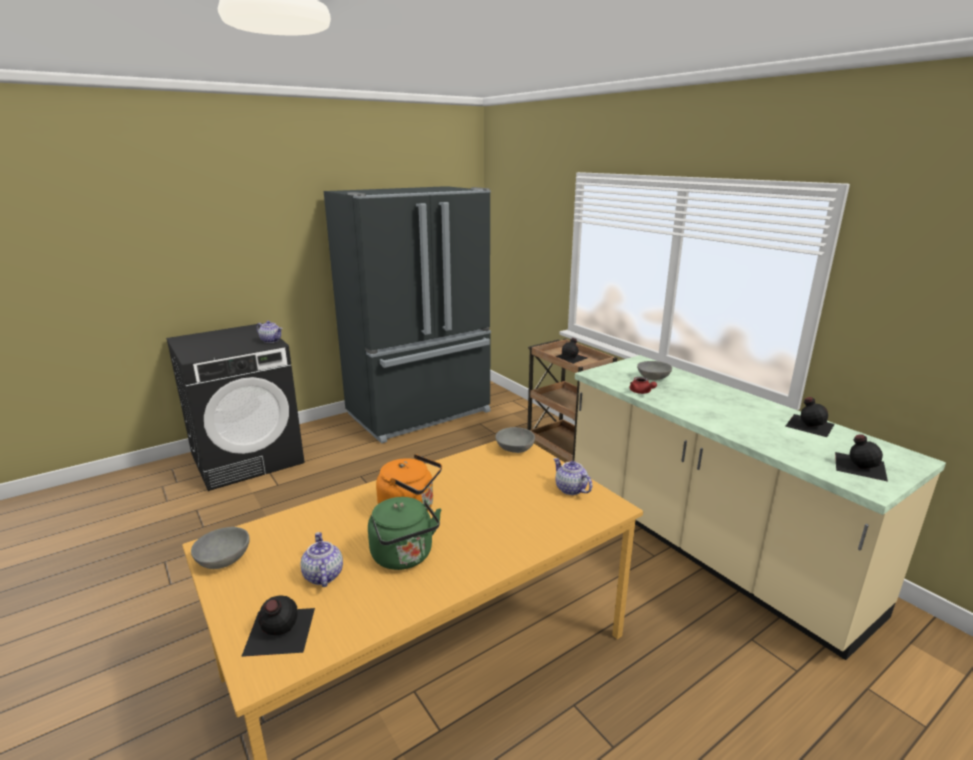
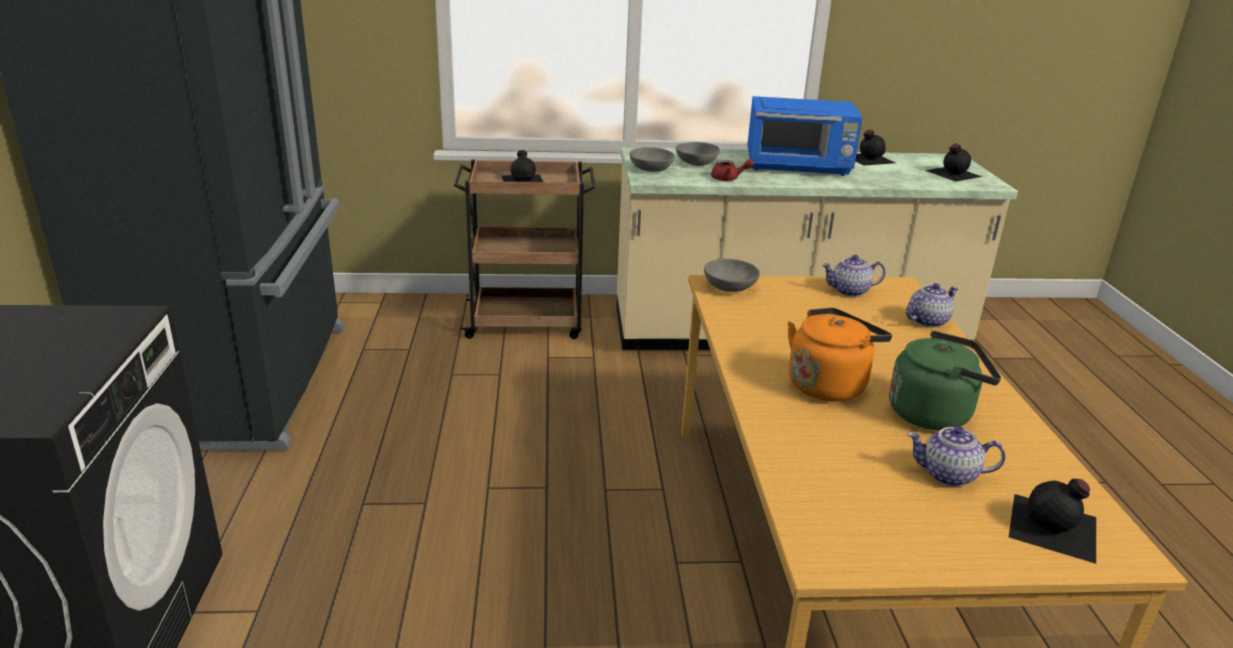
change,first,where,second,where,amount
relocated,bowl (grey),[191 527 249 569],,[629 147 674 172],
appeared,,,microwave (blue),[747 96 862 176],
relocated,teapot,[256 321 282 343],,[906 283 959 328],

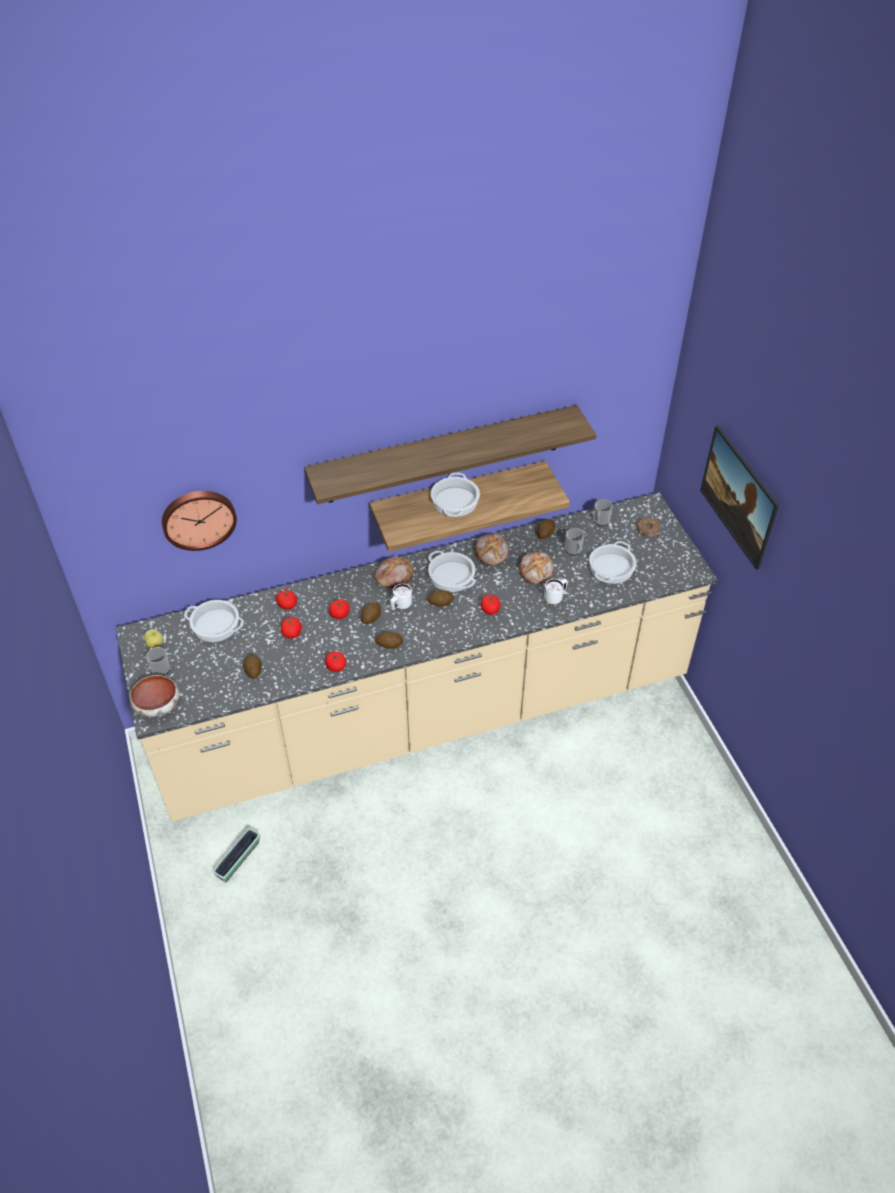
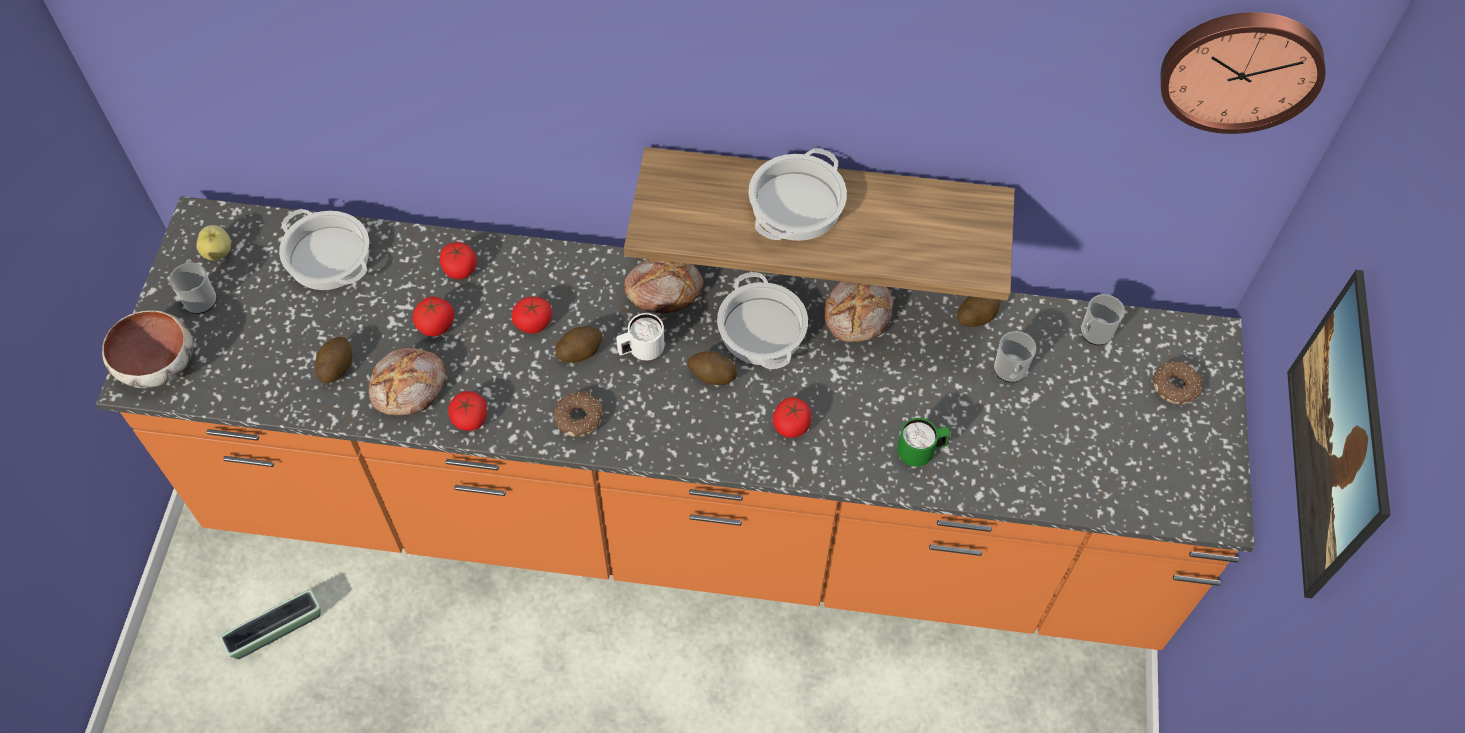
change,first,where,second,where,amount
colour,counter (beige),[116 492 717 822],counter (orange),[96 196 1254 650],
relocated,bread,[519 551 554 584],,[368 348 447 416],
exchanged,potato,[375 631 403 649],donut,[554 391 604 438],
colour,mug (white),[544 579 567 605],mug (green),[897 418 951 467],
relocated,wall clock,[162 491 237 551],,[1161 12 1325 134],
missing,shelf,[304 405 596 504],,,
missing,cooking pot,[589 541 637 584],,,

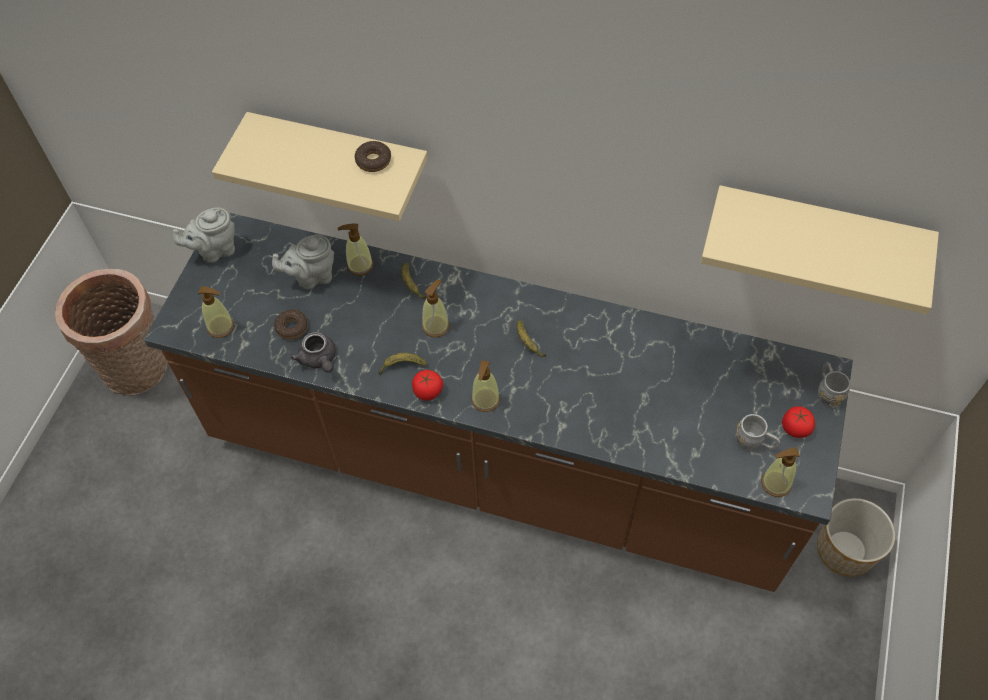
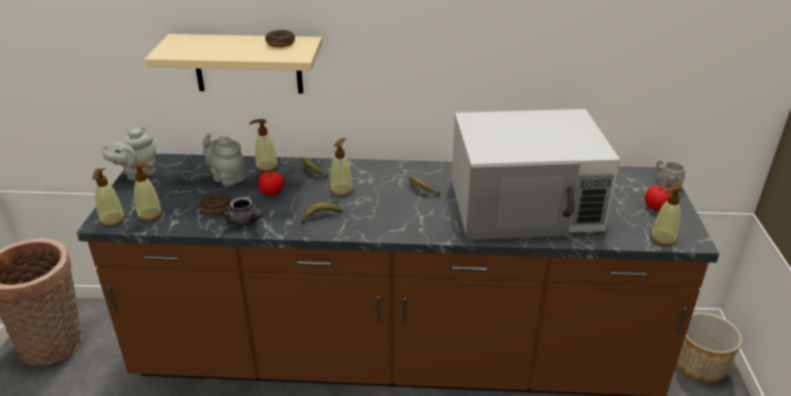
change,first,where,second,where,amount
relocated,soap dispenser,[471 360 500 412],,[92 168 126 227],
spun,teapot (grey),[272 235 334 289],,[202 133 245 186],75 degrees clockwise
relocated,tomato,[412 370 443 401],,[258 171 284 195],
appeared,,,microwave (white),[451 109 620 240],
missing,shelf (beige),[701 185 939 314],,,
missing,mug (grey),[736 414 780 450],,,

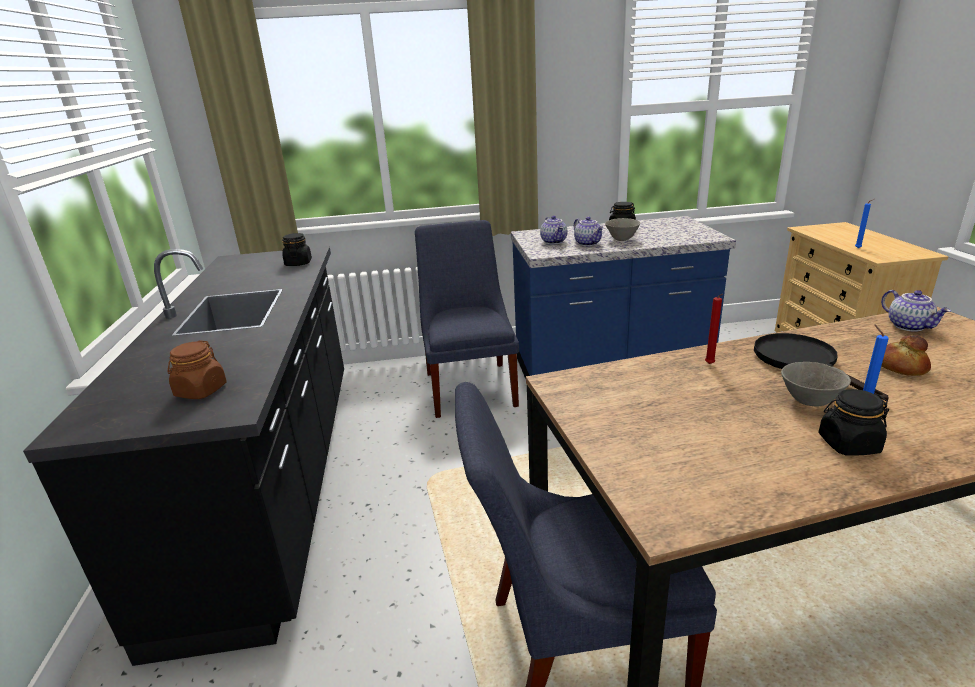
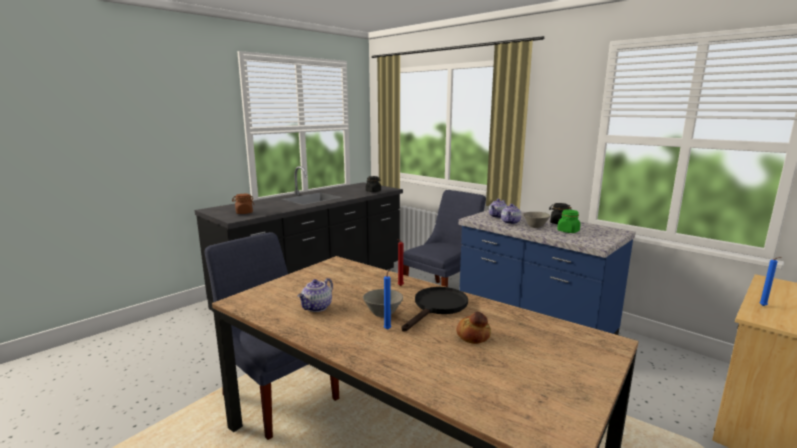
change,first,where,second,where,amount
relocated,teapot,[881 290 951 332],,[298 278 333 312],
appeared,,,jar (green),[557 210 580 233],
missing,jar (black),[818 389 889 456],,,

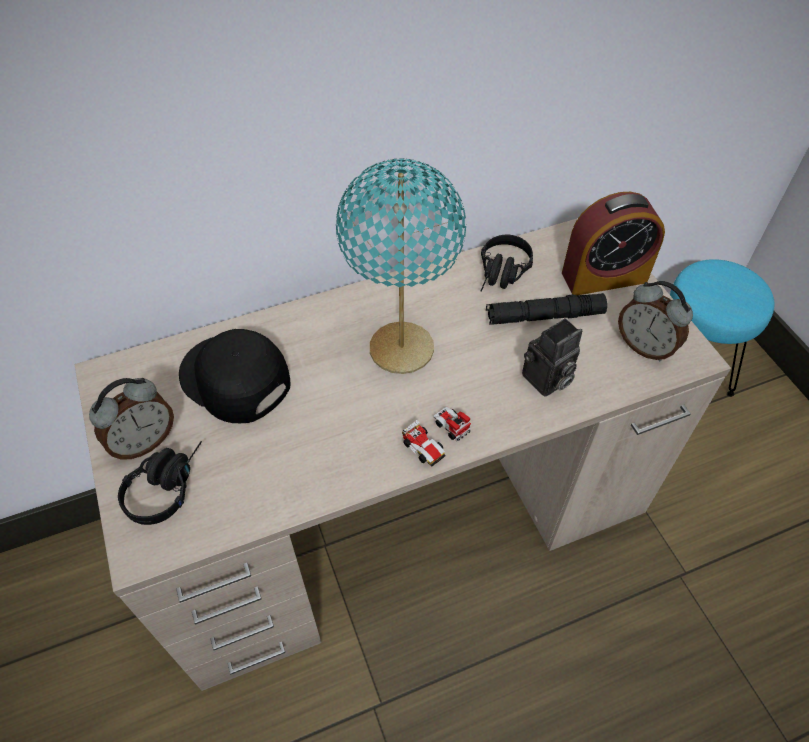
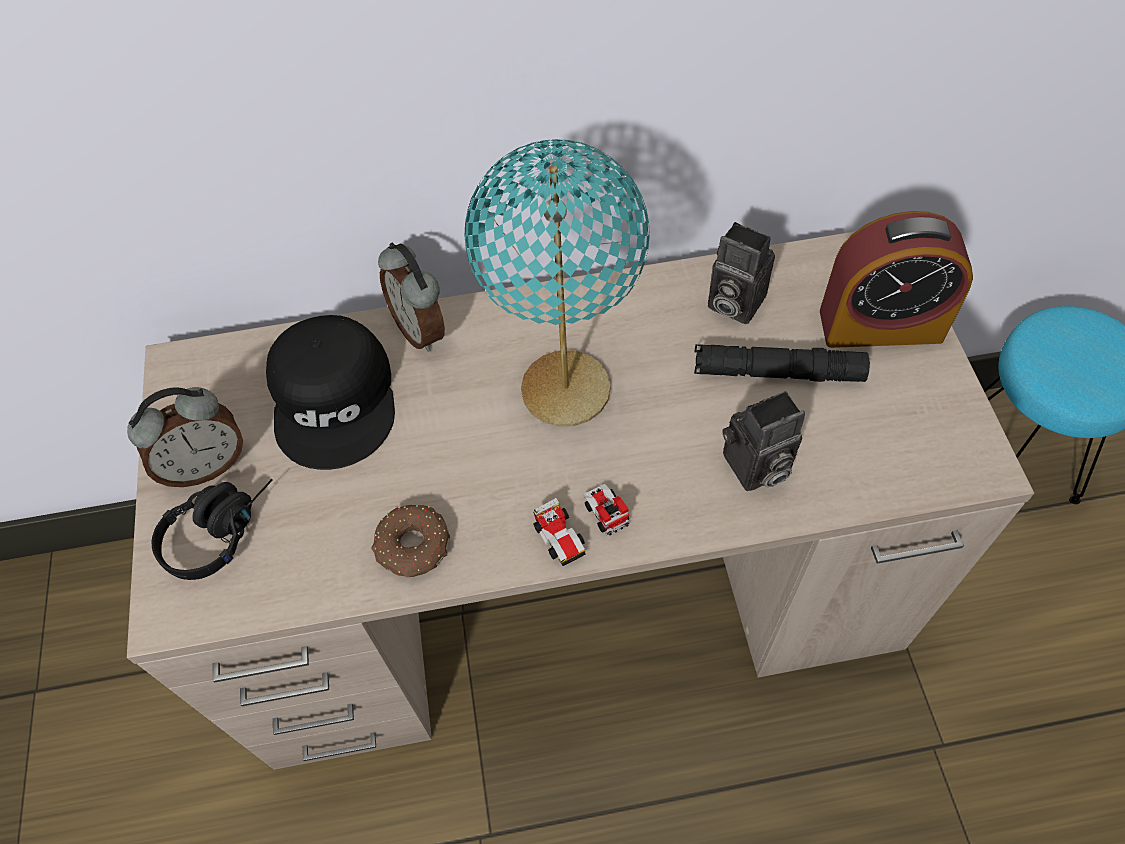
change,first,where,second,where,amount
spun,cap (black),[179 329 291 423],,[266 315 395 470],150 degrees counterclockwise
appeared,,,donut,[371 505 450 578],
relocated,alarm clock,[618 281 693 361],,[378 243 445 352],
exchanged,headphones (black),[481 234 533 292],photo camera,[708 222 775 324],

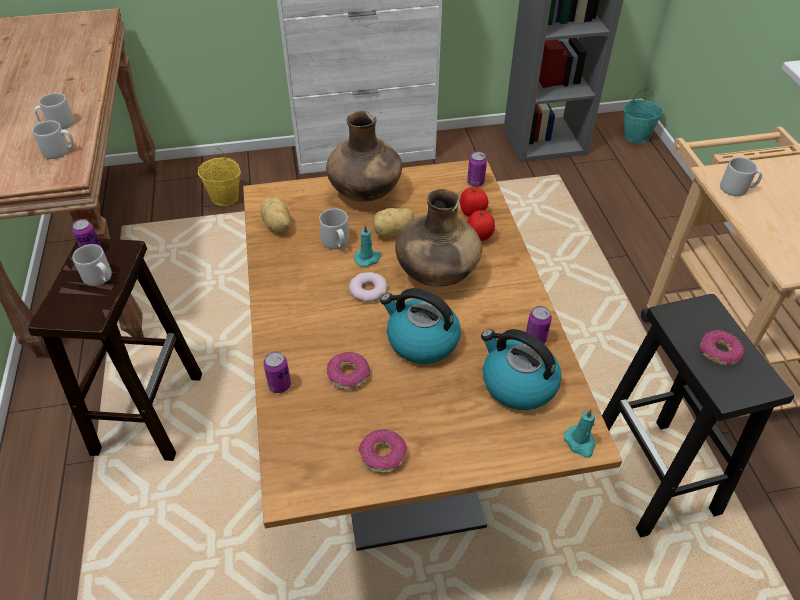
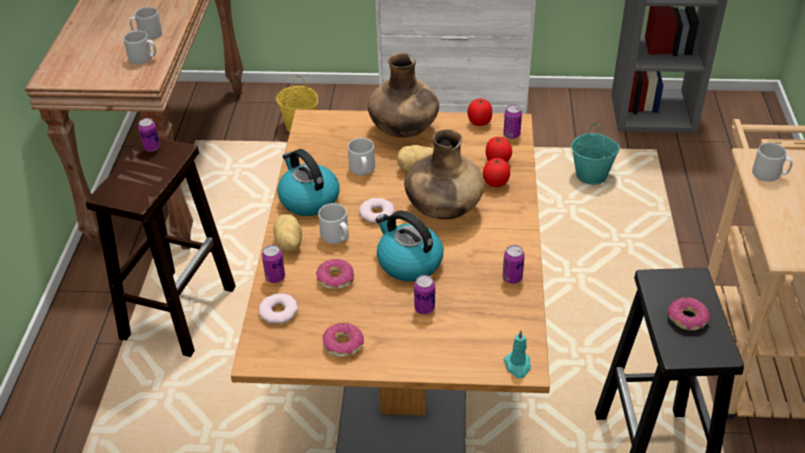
change,first,where,second,where,amount
appeared,,,donut,[259 294 298 324],
relocated,potato,[260 197 291 233],,[273 214 302 252],
relocated,kettle,[481 329 562 410],,[277 149 340 216],
relocated,mug (grey),[72 244 112 286],,[318 203 349 244],
appeared,,,can,[414 275 435 315],
appeared,,,tomato,[467 98 492 126],
relocated,bucket (turquoise),[624 89 664 143],,[571 124 620 185],
missing,candle (turquoise),[354 224 381 267],,,

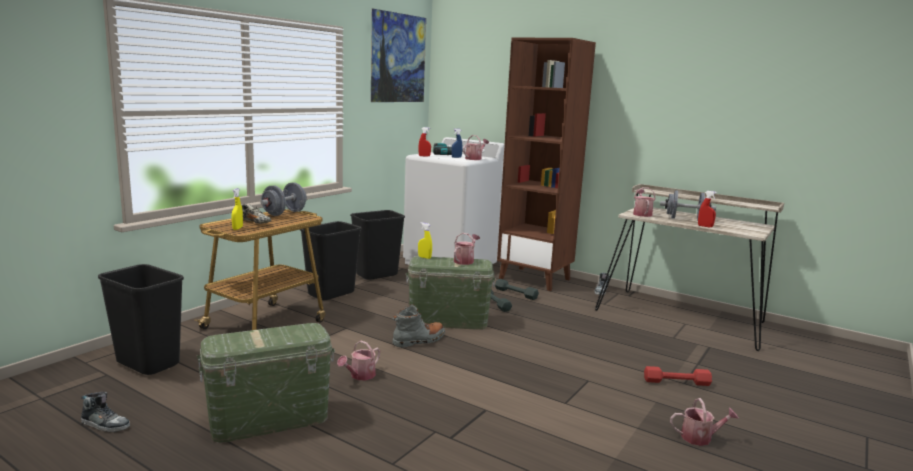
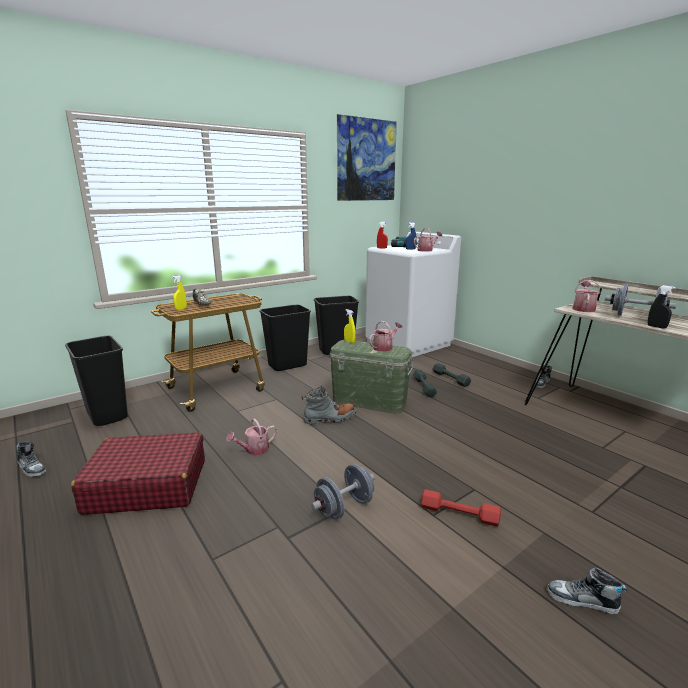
change,first,where,second,where,amount
exchanged,storage box (green),[197 323 335 443],suitcase (red),[71 432 205 515],
relocated,dumbbell (grey),[260 182 307 216],,[311 464 375 520],
relocated,dumbbell (red),[644 366 712 386],,[421 489 501 527],
exchanged,watering can,[670 398 739 446],shoe,[547 567 627 615],
colour,spray bottle (red),[698 191 717 227],spray bottle (black),[648 285 676 328],
missing,bookcase (brown),[497 38 596 291],,,

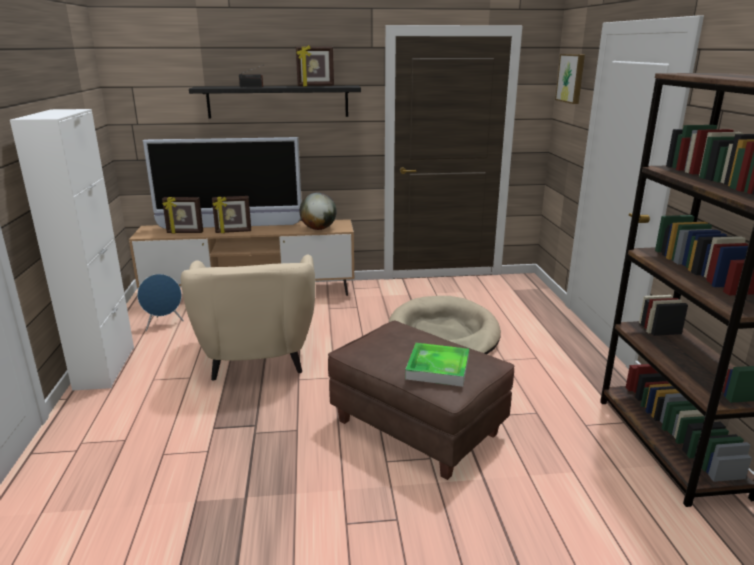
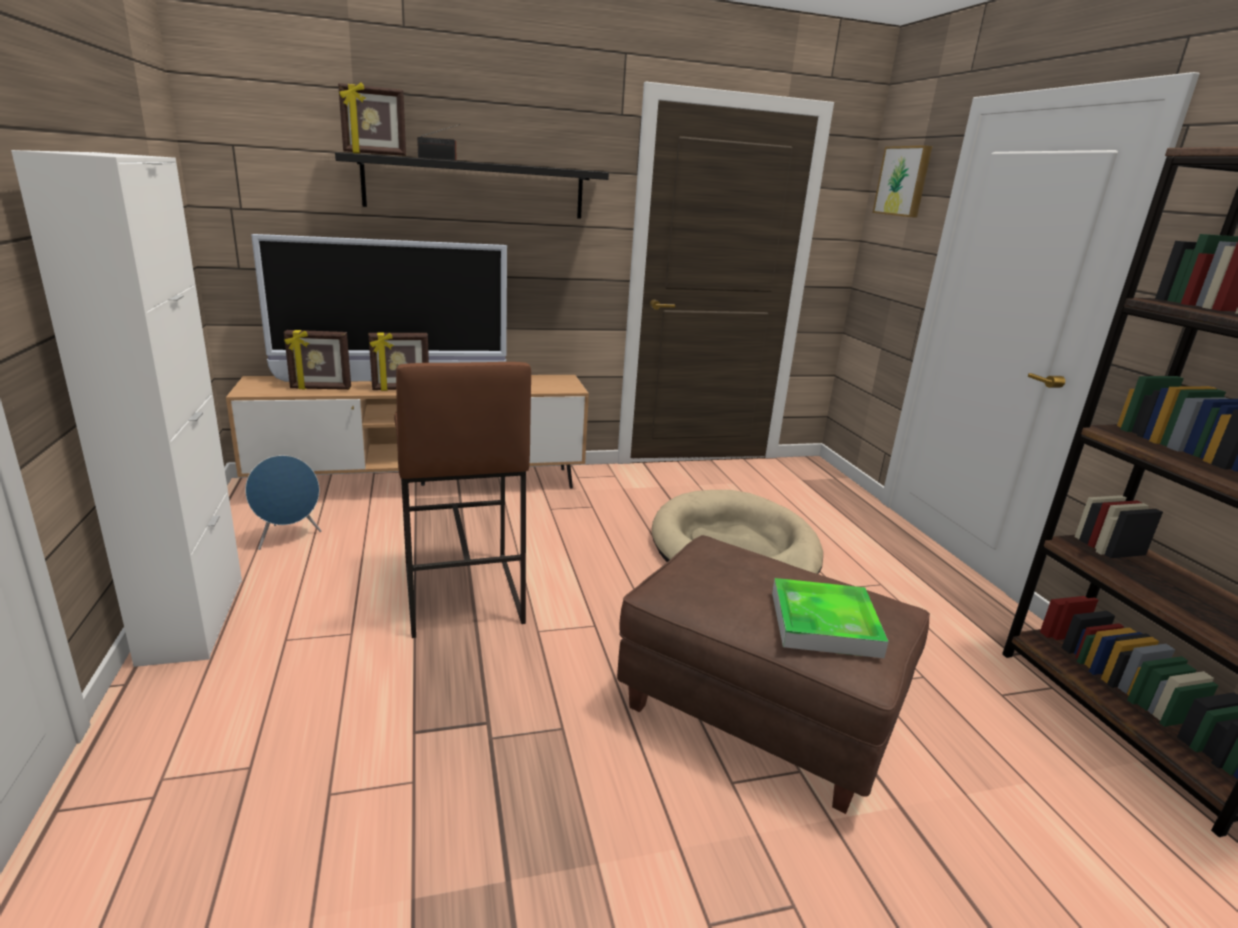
change,first,where,second,where,amount
relocated,picture frame,[296 45 334 86],,[338 82 406 156],
exchanged,armchair (beige),[181 254 315 381],stool (brown),[394 362 531 638],
missing,globe,[299 193 337 230],,,

